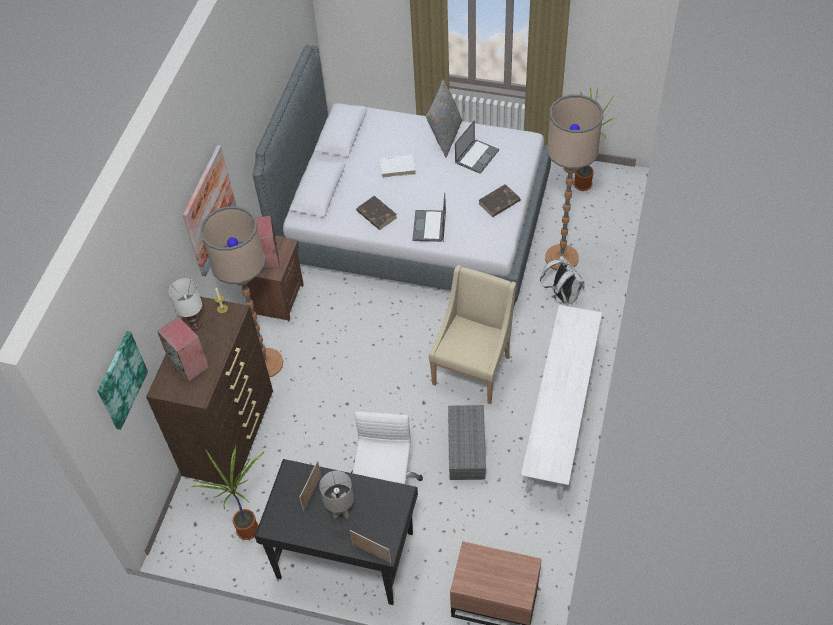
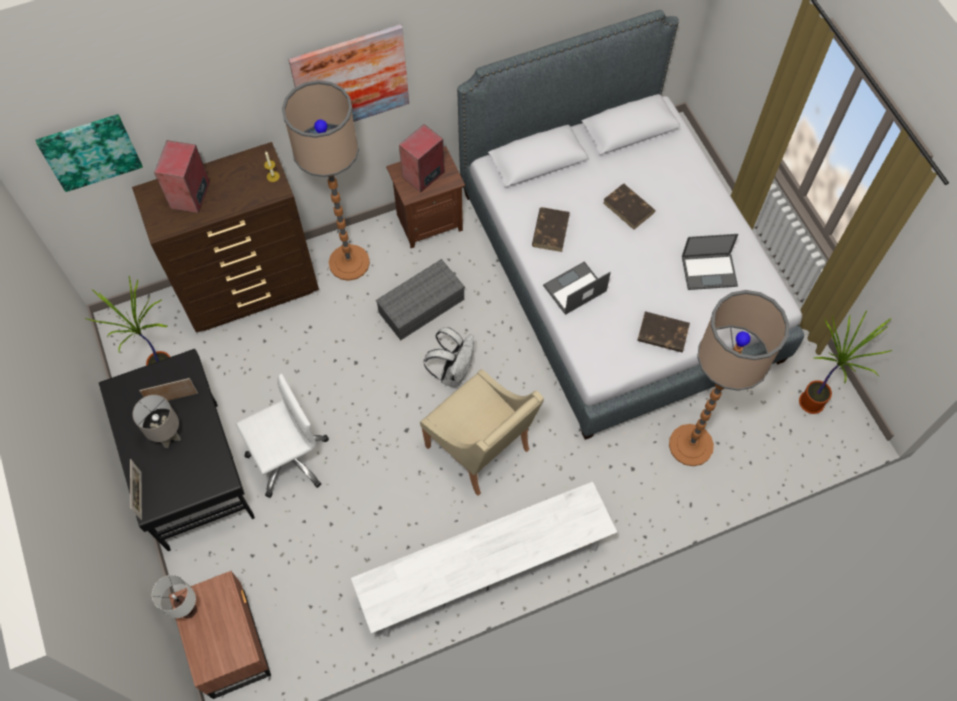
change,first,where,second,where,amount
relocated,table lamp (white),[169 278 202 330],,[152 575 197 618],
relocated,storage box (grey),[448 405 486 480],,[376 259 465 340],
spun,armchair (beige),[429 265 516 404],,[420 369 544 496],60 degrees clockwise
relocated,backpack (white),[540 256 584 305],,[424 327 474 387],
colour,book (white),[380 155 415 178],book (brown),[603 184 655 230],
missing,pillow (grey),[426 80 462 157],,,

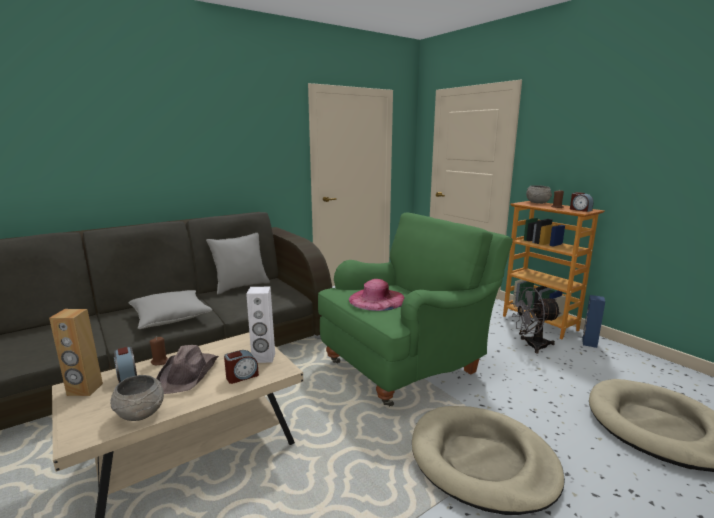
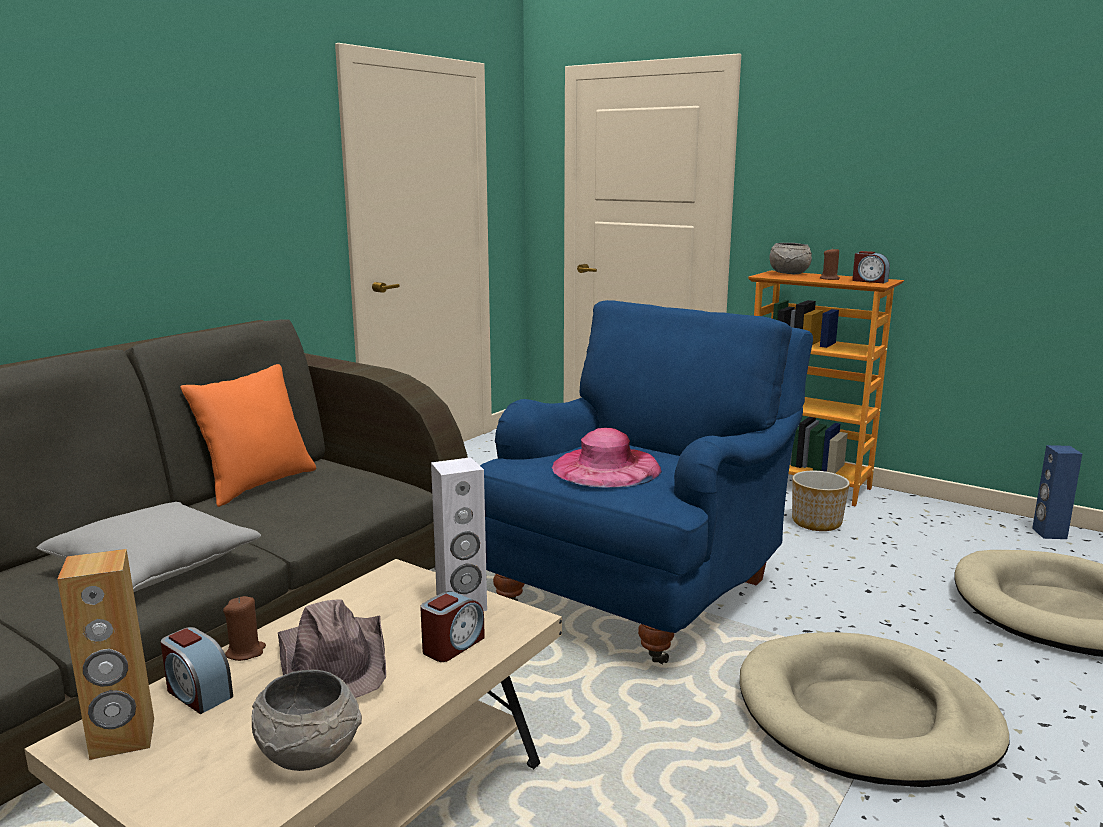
change,first,where,second,where,amount
colour,pillow (grey),[206 233 270 295],pillow (orange),[180 364 316 507],
colour,armchair (green),[318 213 513 407],armchair (blue),[480 300 813 665],
exchanged,fan (grey),[511 287 561 353],planter,[792 471 850 531],
relocated,speaker (blue),[582 295 605 348],,[1032 445 1082 539],

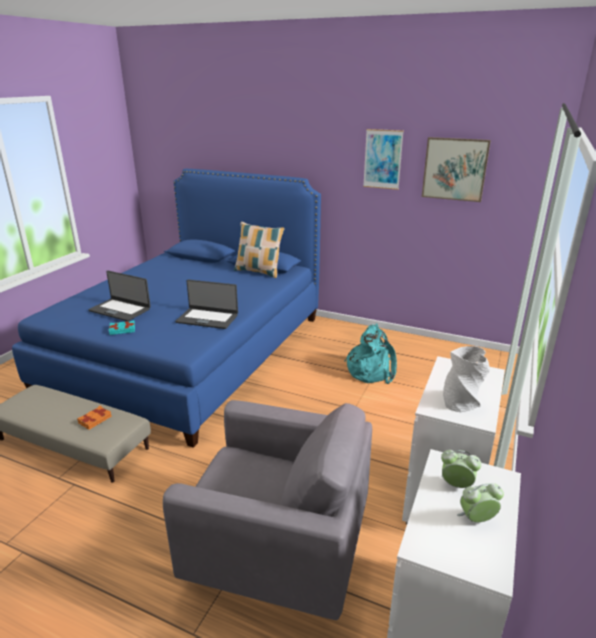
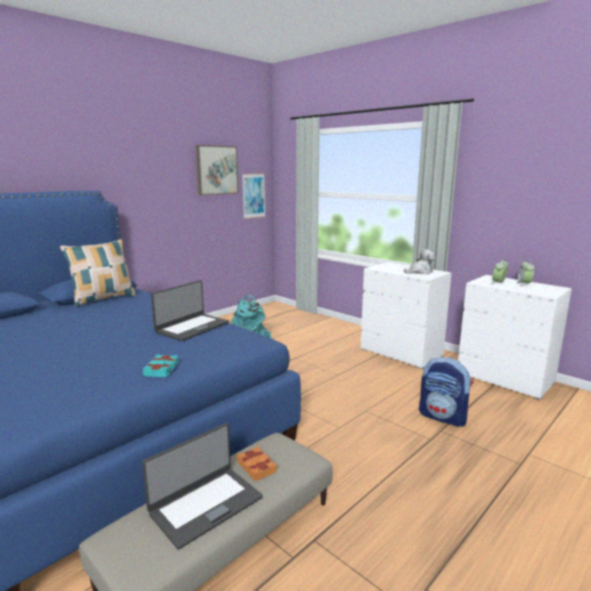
change,first,where,second,where,amount
relocated,laptop,[88 271 151 321],,[142 423 263 550],
relocated,picture,[363 129 404 190],,[242 173 265 219],
exchanged,vase (grey),[443 346 490 412],plush toy,[404 249 435 274],
exchanged,armchair (grey),[163 400 372 620],backpack,[419 357 473 427],

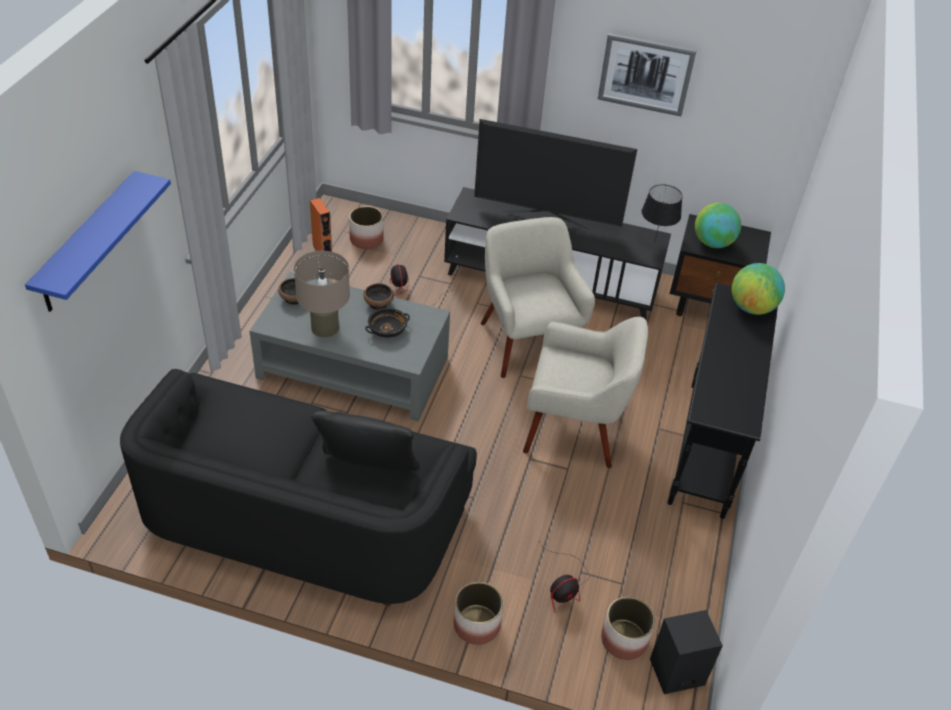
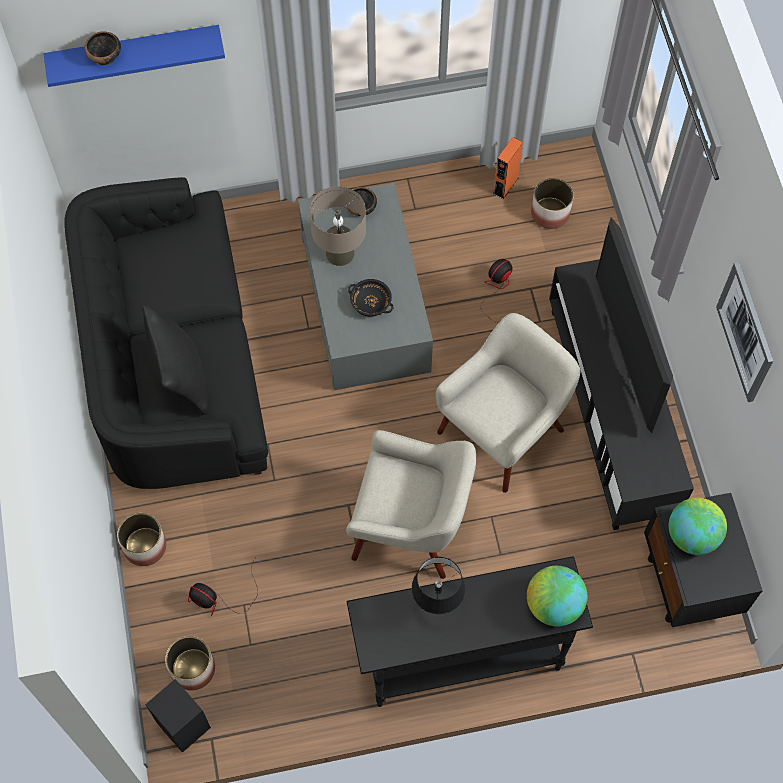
change,first,where,second,where,amount
relocated,bowl,[363 283 394 310],,[85 31 121 65],
spun,armchair (beige),[523 317 648 468],,[346 430 476 579],60 degrees counterclockwise
relocated,table lamp (black),[642 184 682 241],,[412 557 465 614],

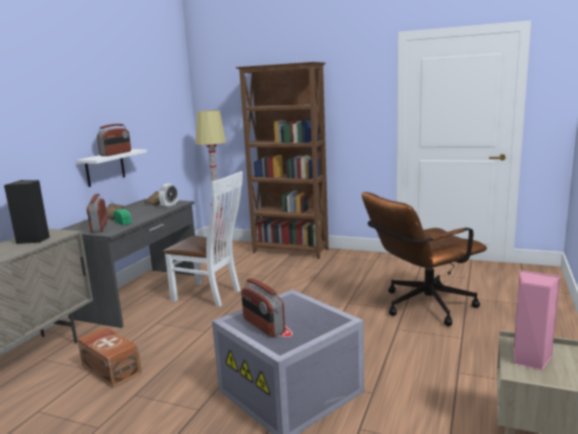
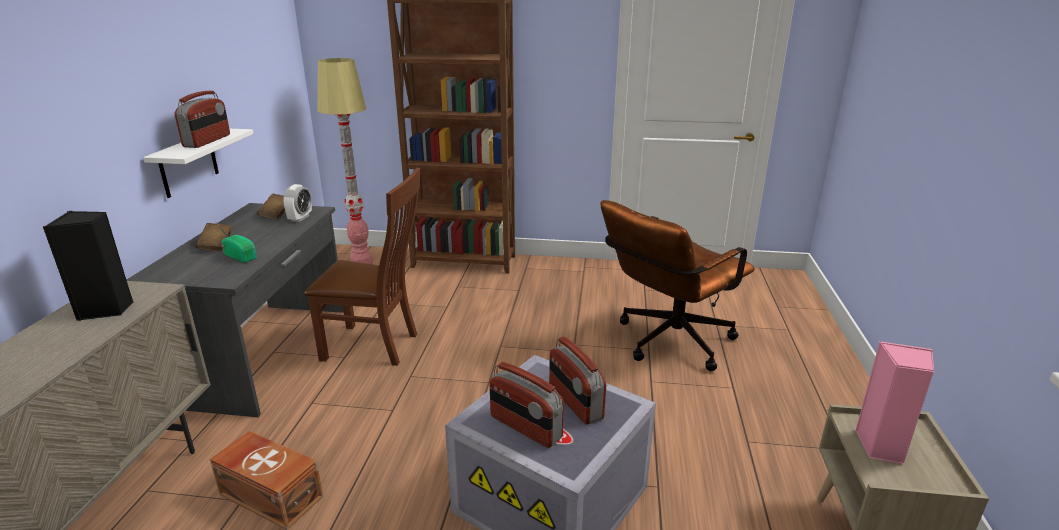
change,first,where,second,where,amount
colour,chair (white),[163 171 243 307],chair (brown),[304 168 420 366],
relocated,radio,[86 194 108 233],,[549 337 606 425],

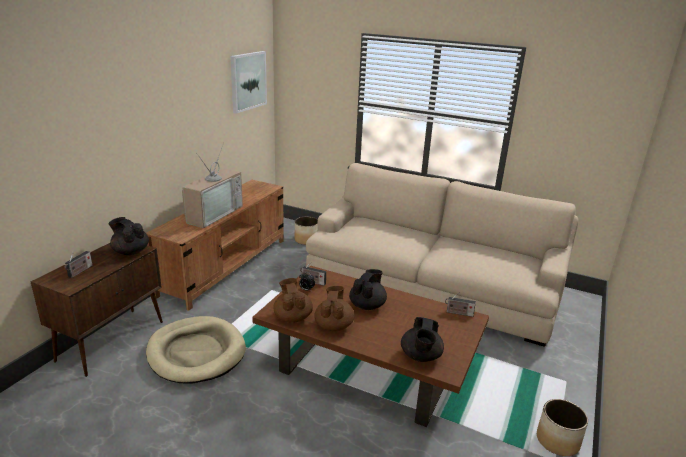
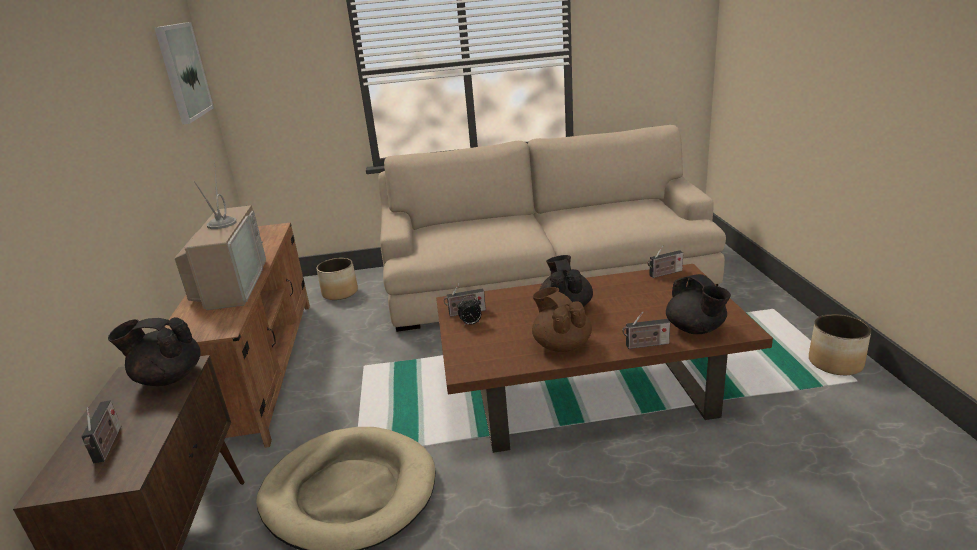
change,first,where,second,where,amount
appeared,,,radio,[622 311 670 349],
missing,teapot (brown),[273 278 313 323],,,

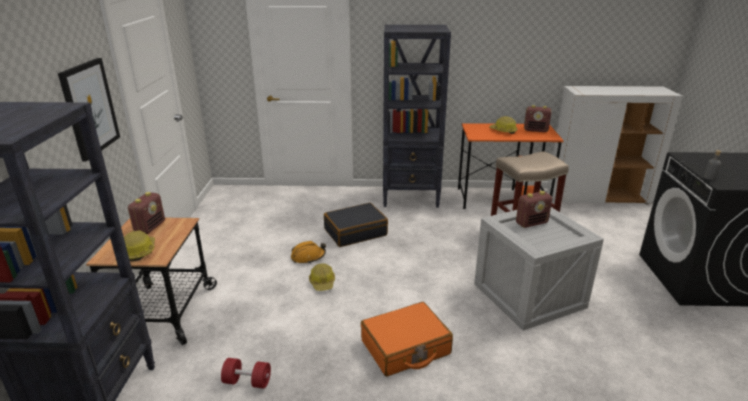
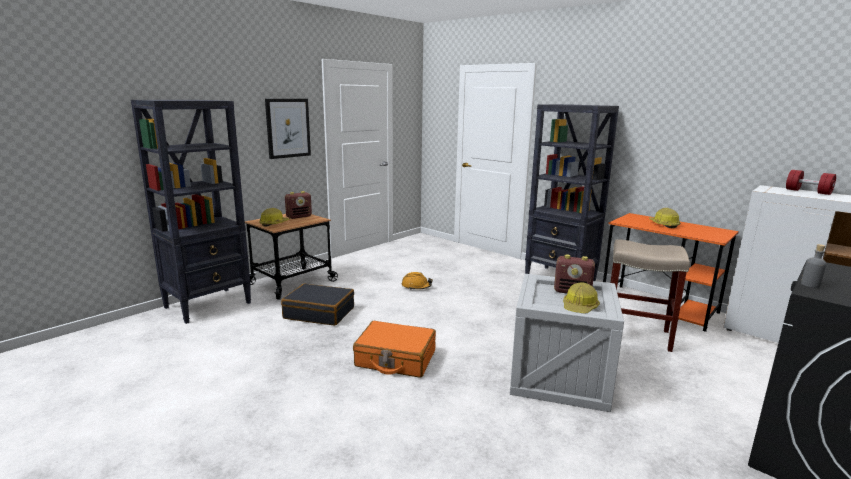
change,first,where,second,where,amount
relocated,suitcase (black),[324 203 388 247],,[281 284 354 326],
relocated,hard hat,[309 263 335 291],,[563 282 600 314],
relocated,dumbbell (red),[221 358 271 389],,[786 170 836 195],
missing,radio,[524 105 552 132],,,

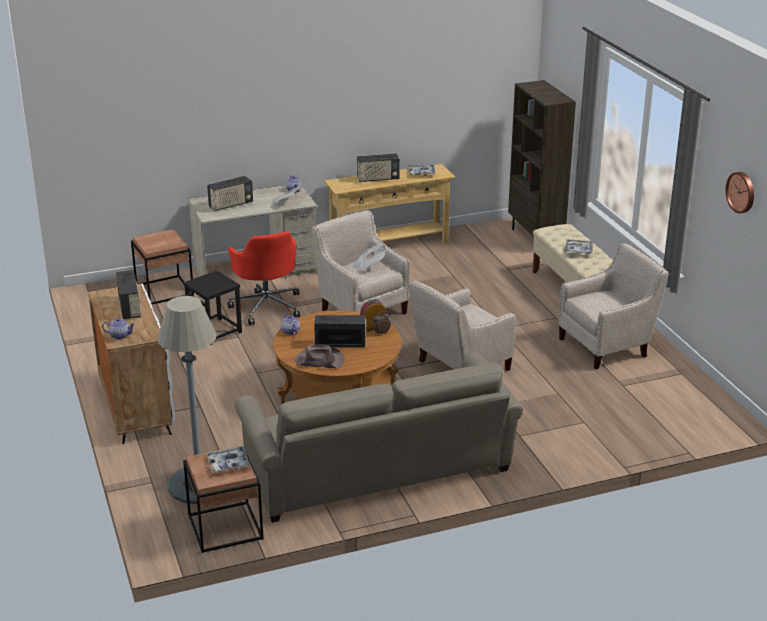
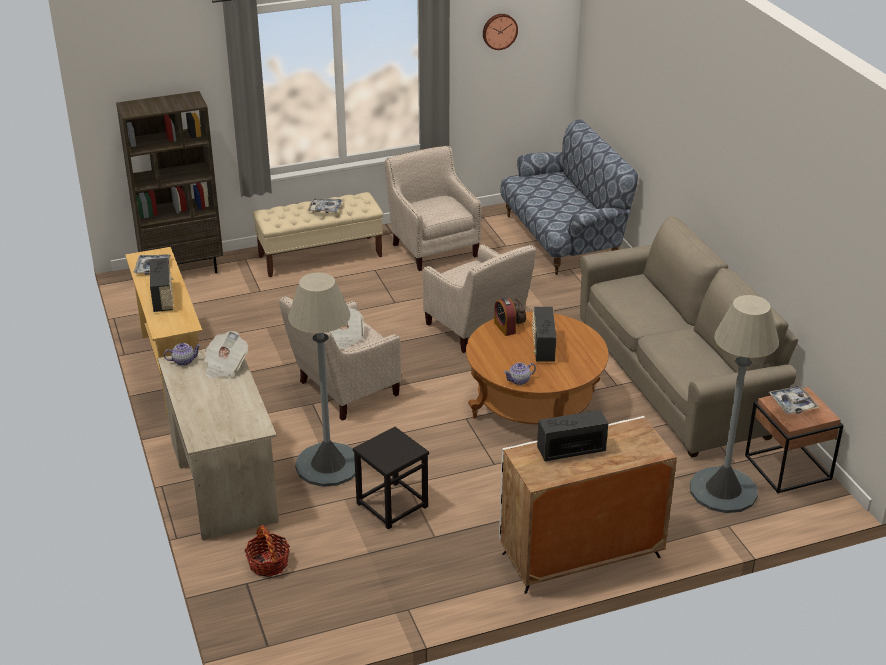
change,first,where,second,where,amount
exchanged,side table (brown),[131 229 194 304],basket,[245 524 290 577],
exchanged,office chair (red),[228 231 300 325],floor lamp (grey),[288 273 355 487],
appeared,,,sofa,[500 119 638 275],
missing,teapot,[102 318 135 340],,,
missing,radio,[207 176 253 211],,,
missing,hat (brown),[295 344 344 369],,,

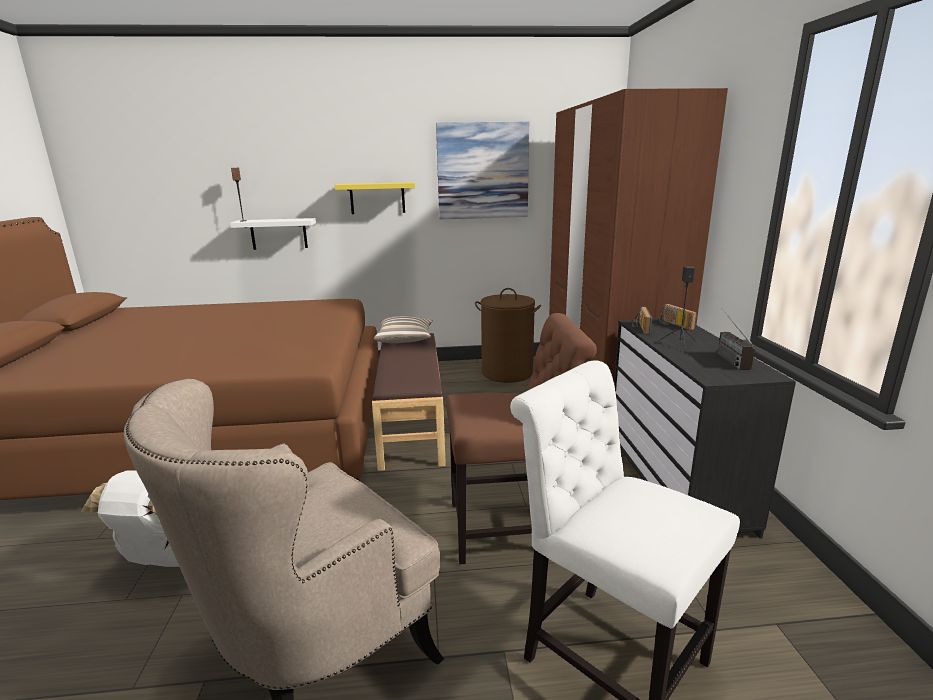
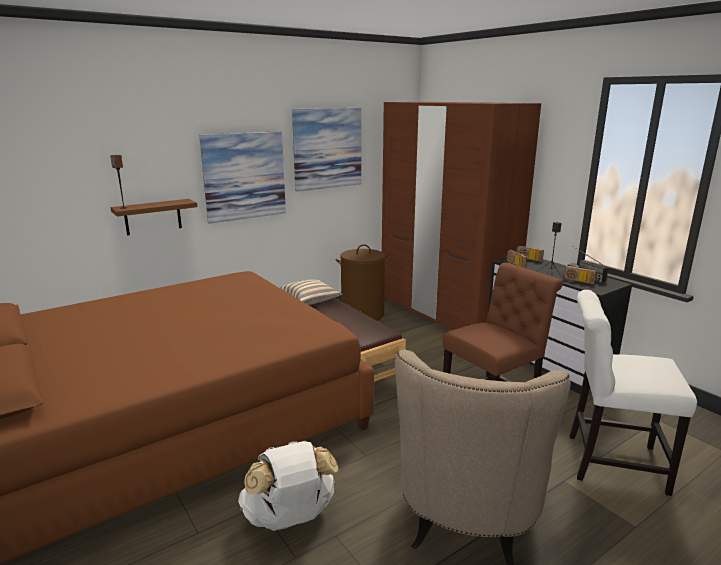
change,first,where,second,where,amount
colour,shelf (white),[230 218 316 250],shelf (brown),[111 199 197 235],
exchanged,shelf (yellow),[334 182 415 214],picture,[199 131 286 224],
appeared,,,radio,[561 265 596 284],

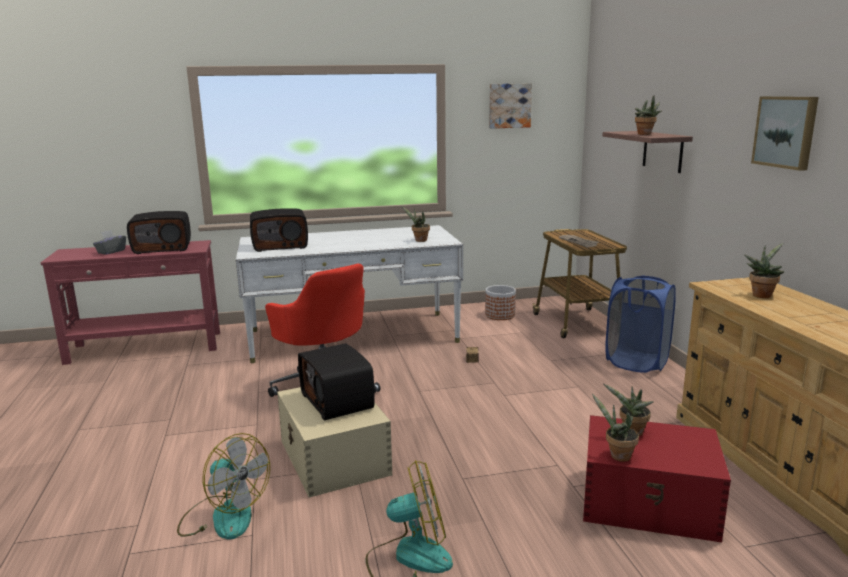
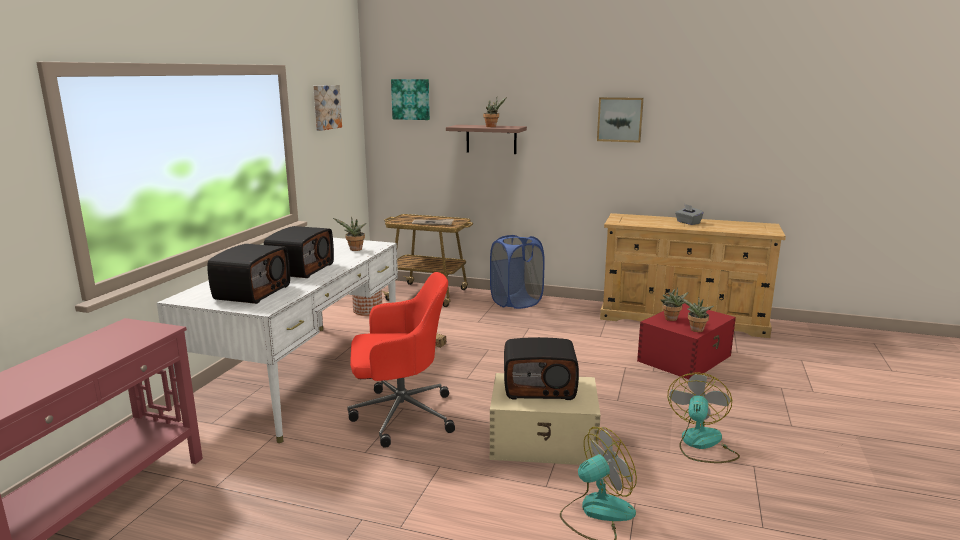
change,first,where,second,where,amount
relocated,radio,[127 211 191 254],,[264 226 334 278],
appeared,,,picture,[391 79 430 120],
relocated,tissue box (grey),[93 230 126 254],,[675 204 704 225],
missing,potted plant,[744 243 784 298],,,

